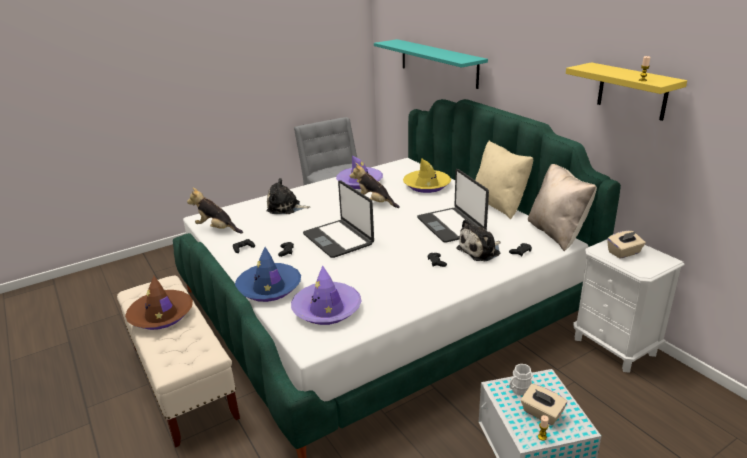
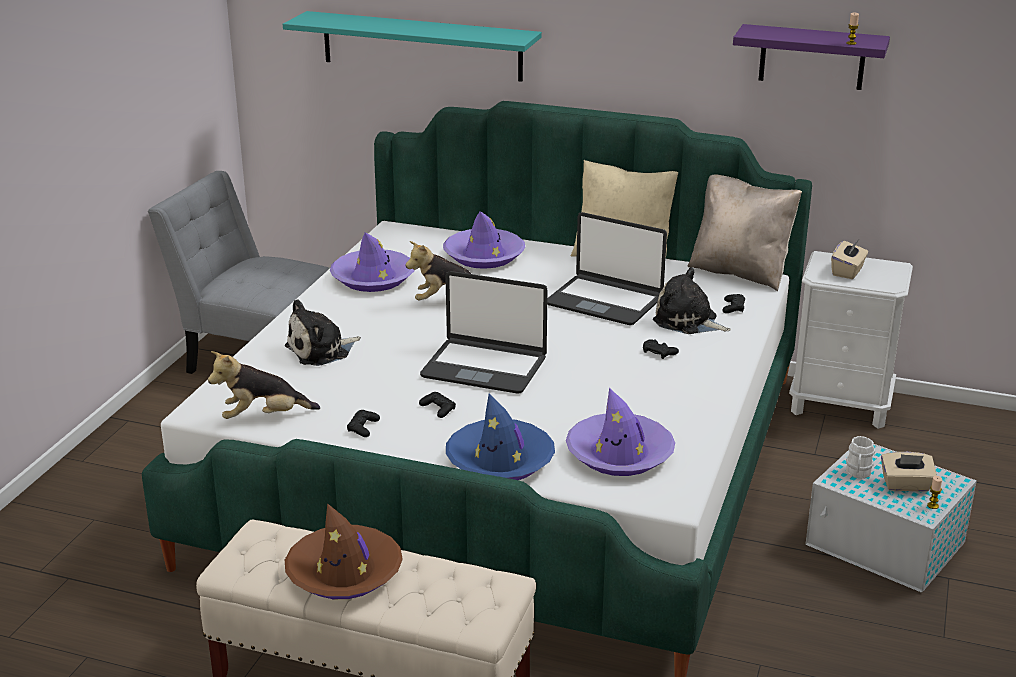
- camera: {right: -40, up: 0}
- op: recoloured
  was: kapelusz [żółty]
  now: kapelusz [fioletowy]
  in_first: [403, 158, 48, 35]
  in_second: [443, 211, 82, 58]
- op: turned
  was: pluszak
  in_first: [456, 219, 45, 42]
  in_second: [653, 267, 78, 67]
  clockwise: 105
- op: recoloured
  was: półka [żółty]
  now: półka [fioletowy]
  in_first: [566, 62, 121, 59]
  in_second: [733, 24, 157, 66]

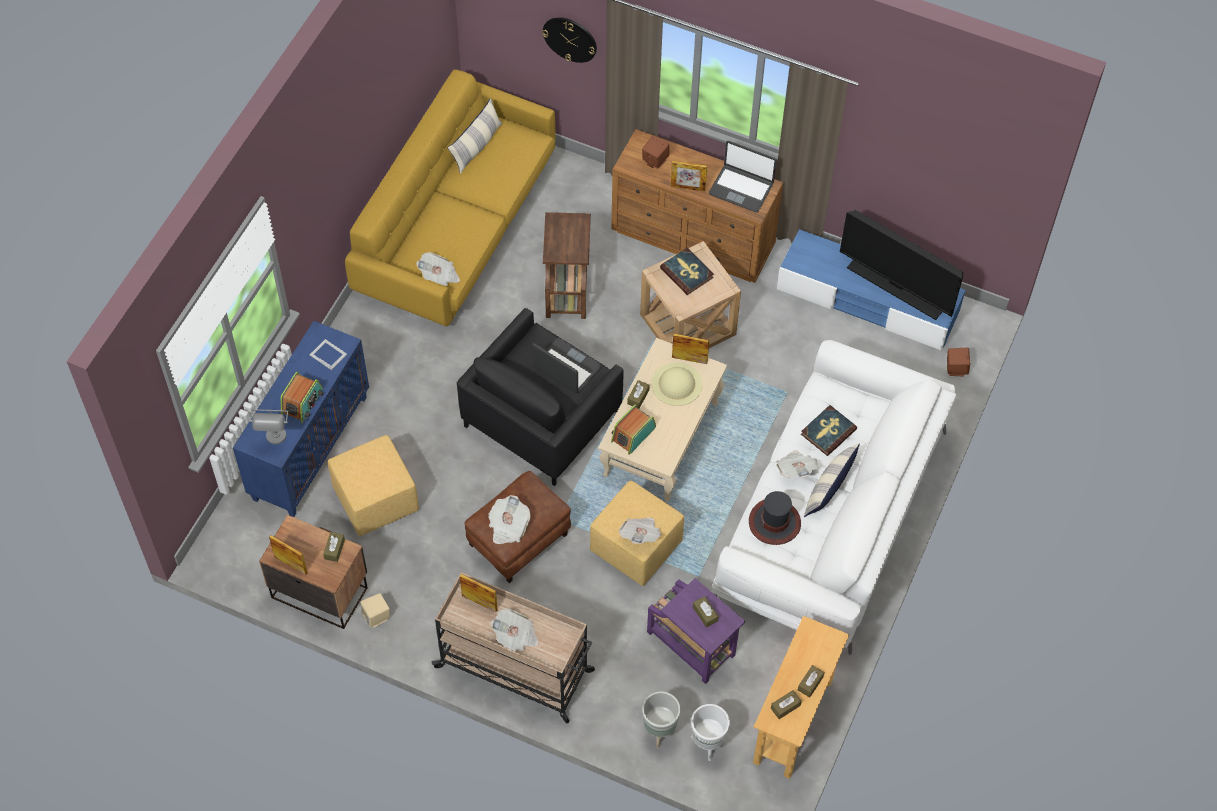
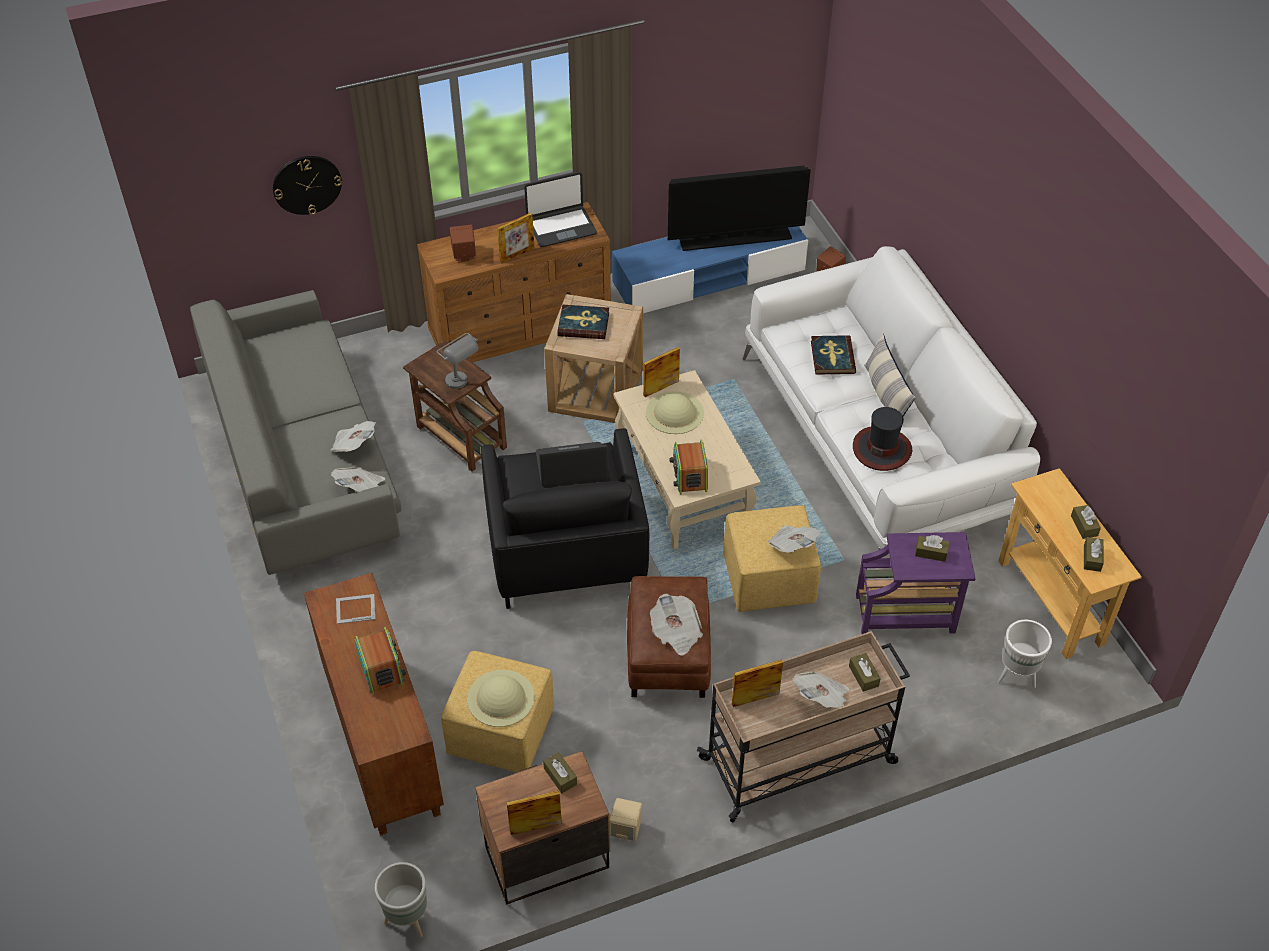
- camera: {right: -45, up: -10}
- op: recoloured
  was: kanapa [żółty]
  now: kanapa [szary]
  in_first: [345, 69, 211, 257]
  in_second: [190, 290, 211, 285]
- op: recoloured
  was: szafka [niebieski]
  now: szafka [brązowy]
  in_first: [233, 321, 136, 196]
  in_second: [304, 573, 140, 262]
- op: moved
  was: gazeta
  in_first: [776, 450, 42, 28]
  in_second: [330, 421, 46, 31]
- op: moved
  was: donica [szary]
  in_first: [642, 691, 39, 57]
  in_second: [374, 862, 53, 76]
- op: moved
  was: lampa stołowa [szary]
  in_first: [249, 409, 39, 35]
  in_second: [437, 333, 42, 56]
- op: added
  now: kapelusz [beżowy]
  in_second: [467, 670, 68, 57]
- op: moved
  was: pudełko chusteczek [brązowy]
  in_first: [627, 380, 23, 29]
  in_second: [849, 653, 32, 39]
- op: removed
  was: poduszka
  in_first: [448, 98, 55, 76]

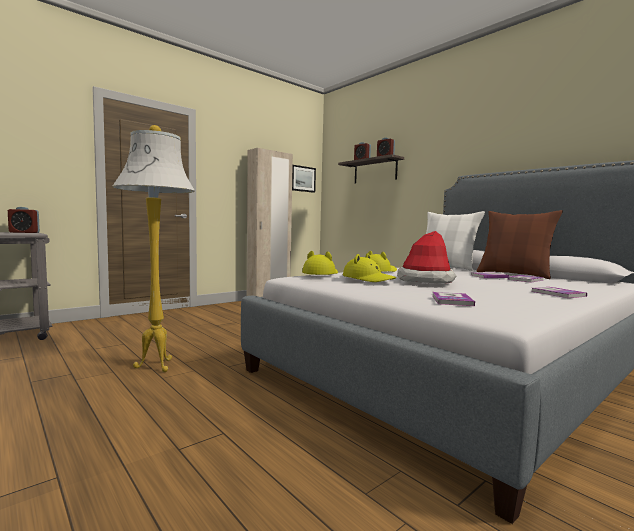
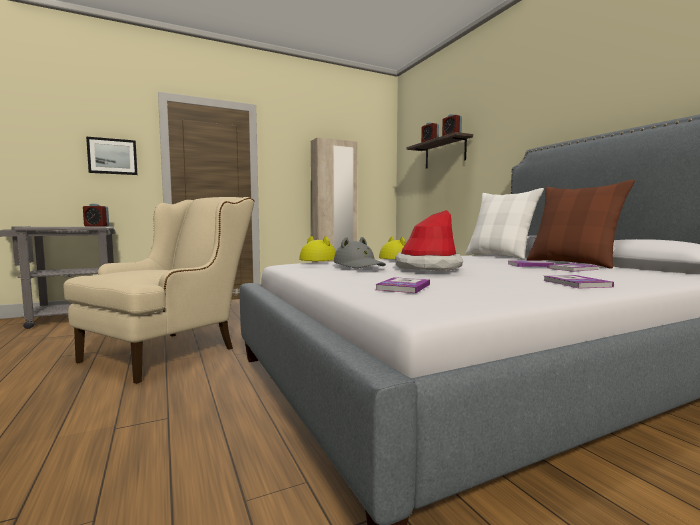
- camera: {right: 15, up: 0}
- op: replaced
  was: lampa stojąca [biały]
  now: fotel [beżowy]
  in_first: [112, 125, 83, 247]
  in_second: [64, 197, 190, 187]
- op: moved
  was: obraz
  in_first: [292, 165, 24, 28]
  in_second: [86, 136, 51, 39]
- op: recoloured
  was: kapelusz [żółty]
  now: kapelusz [szary]
  in_first: [343, 253, 53, 29]
  in_second: [334, 237, 52, 31]

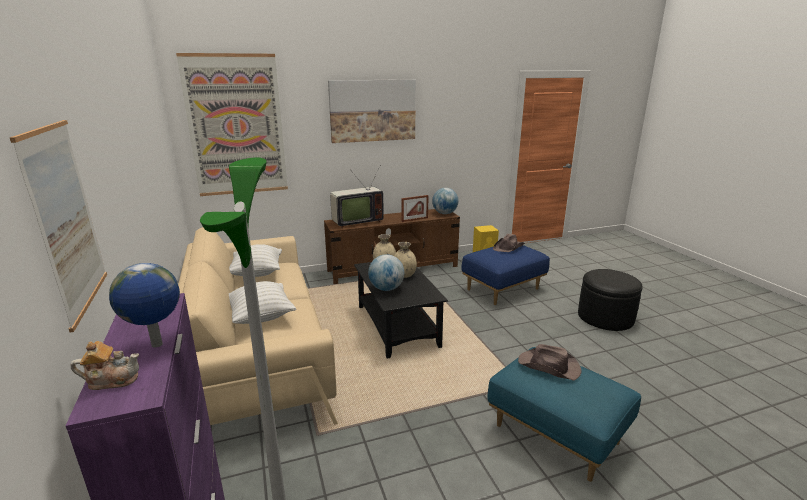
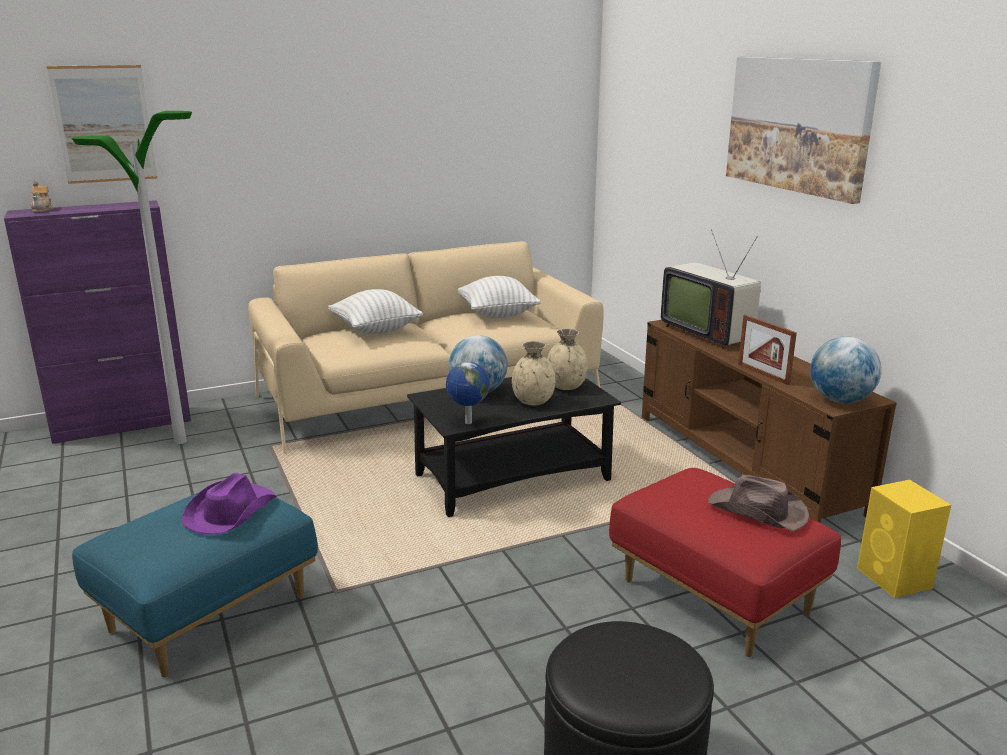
- camera: {right: 85, up: 0}
- op: recoloured
  was: kapelusz [brązowy]
  now: kapelusz [fioletowy]
  in_first: [518, 344, 64, 37]
  in_second: [182, 473, 95, 62]
- op: moved
  was: globus
  in_first: [109, 263, 71, 84]
  in_second: [446, 362, 44, 62]
- op: recoloured
  was: pufa [niebieski]
  now: pufa [czerwony]
  in_first: [461, 245, 89, 60]
  in_second: [609, 468, 232, 189]
- op: removed
  was: obraz
  in_first: [176, 53, 112, 143]

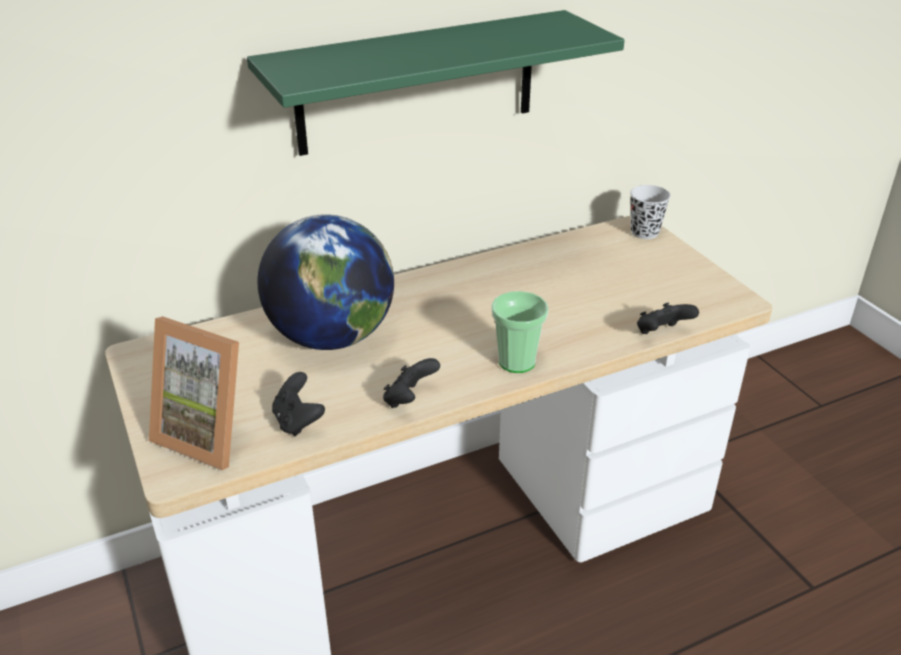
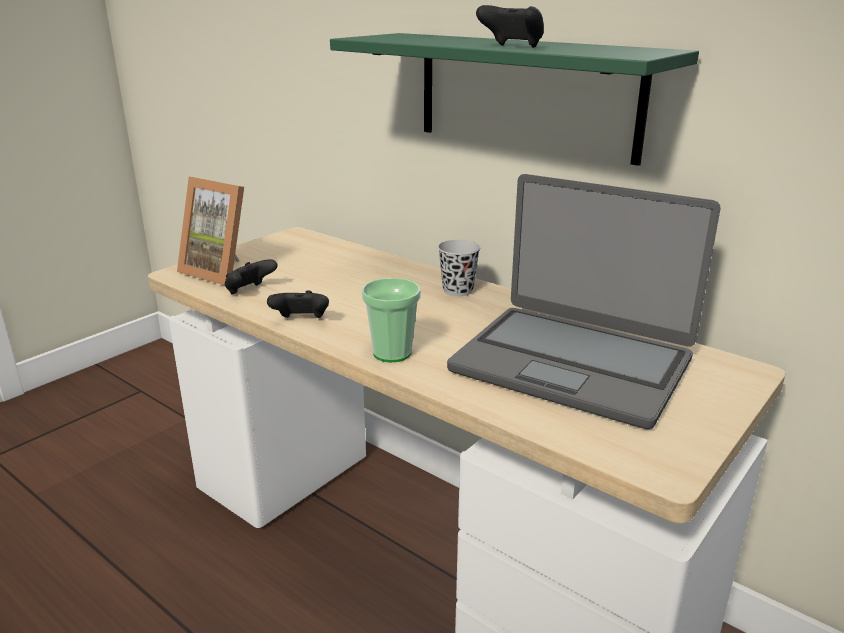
- camera: {right: 65, up: -10}
- op: turned
  was: ramka na zdjęcie
  in_first: [149, 316, 90, 155]
  in_second: [177, 177, 67, 109]
  clockwise: -60
- op: moved
  was: filiżanka [czarny]
  in_first: [630, 185, 41, 54]
  in_second: [438, 240, 43, 56]
- op: added
  now: laptop
  in_second: [447, 174, 273, 255]
- op: moved
  was: pad do gier [czarny]
  in_first: [637, 303, 62, 31]
  in_second: [476, 5, 68, 43]
- op: removed
  was: globus
  in_first: [257, 214, 137, 136]

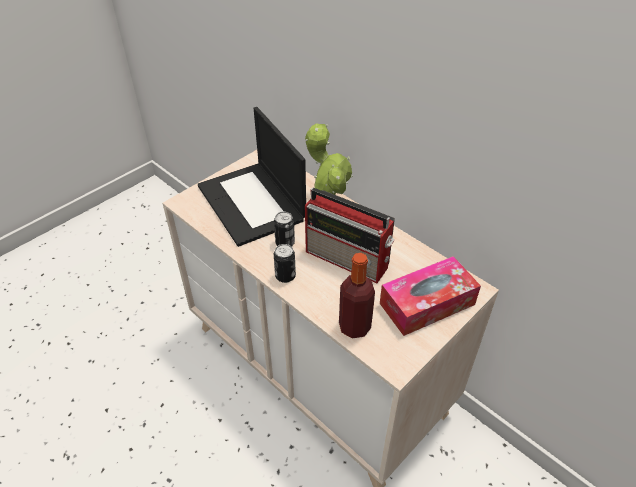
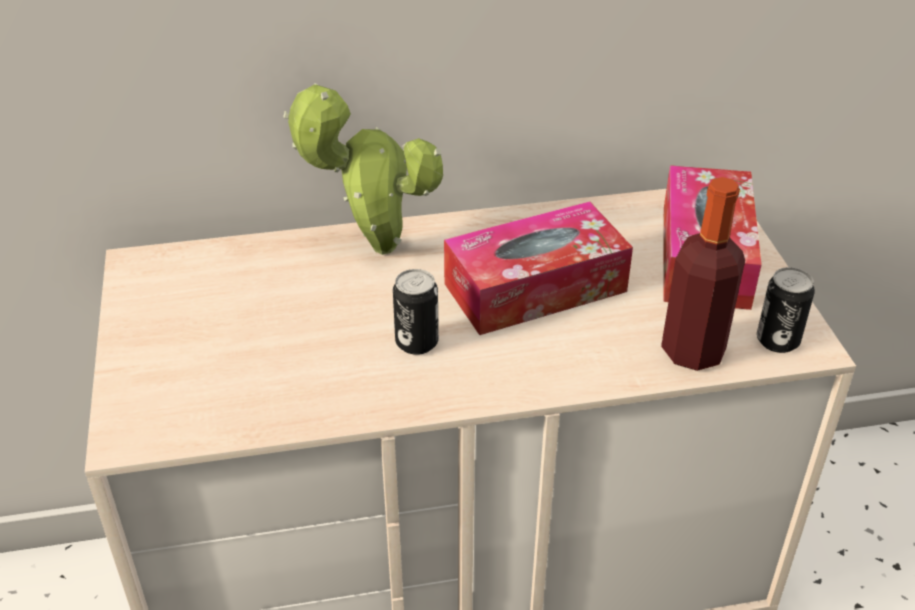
- camera: {right: -55, up: -5}
- op: replaced
  was: radio
  now: pudełko chusteczek
  in_first: [305, 188, 90, 95]
  in_second: [444, 201, 189, 134]
- op: moved
  was: puszka
  in_first: [274, 244, 22, 39]
  in_second: [757, 267, 58, 86]
- op: removed
  was: laptop
  in_first: [198, 107, 108, 140]

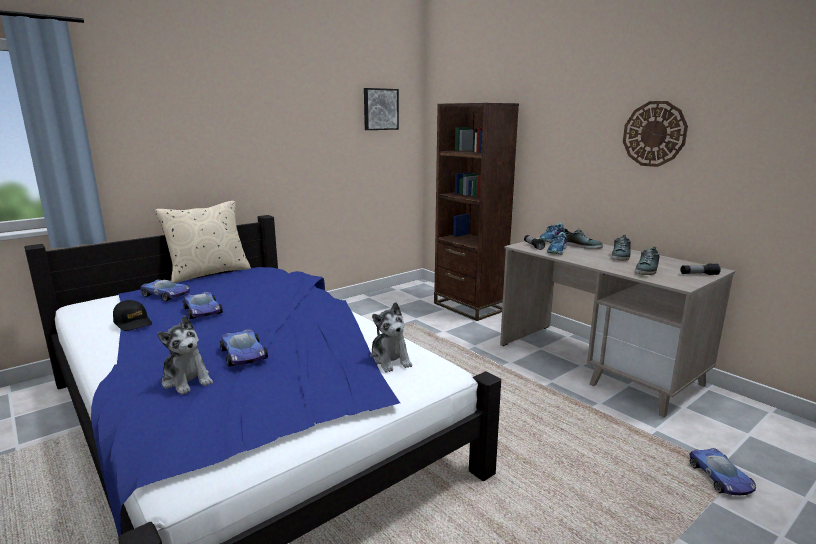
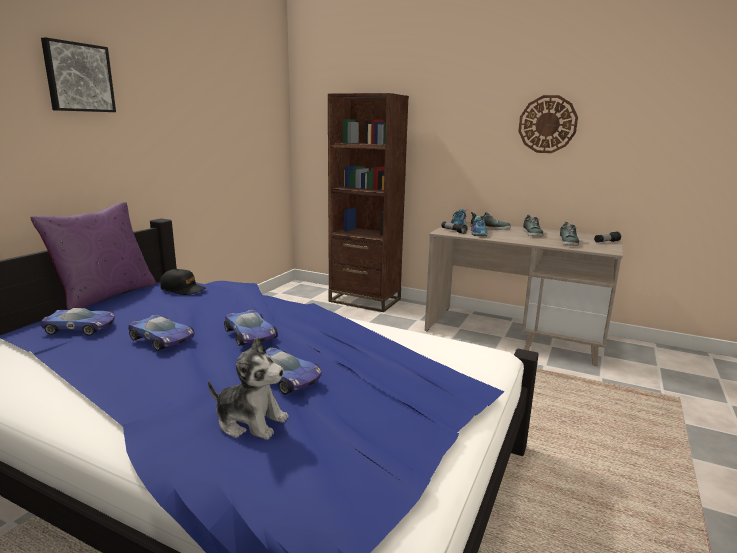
- camera: {right: -25, up: 0}
- op: recoloured
  was: poduszka [beżowy]
  now: poduszka [fioletowy]
  in_first: [155, 201, 96, 82]
  in_second: [30, 202, 126, 108]
- op: moved
  was: obraz
  in_first: [364, 88, 35, 42]
  in_second: [41, 37, 75, 75]
- op: moved
  was: czapka z daszkiem [czarny]
  in_first: [113, 300, 39, 31]
  in_second: [160, 269, 46, 26]
- op: moved
  was: samochodzik
  in_first: [689, 448, 67, 47]
  in_second: [224, 309, 54, 37]
- op: removed
  was: pluszak
  in_first: [370, 302, 42, 71]

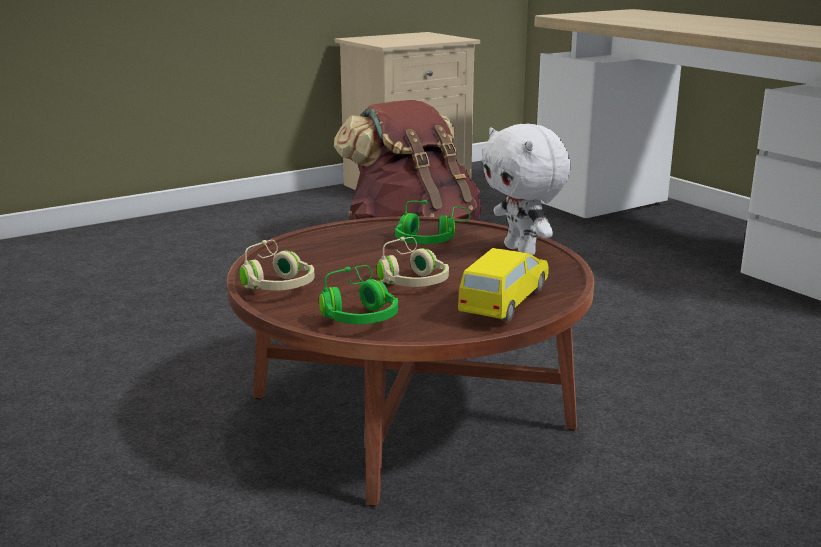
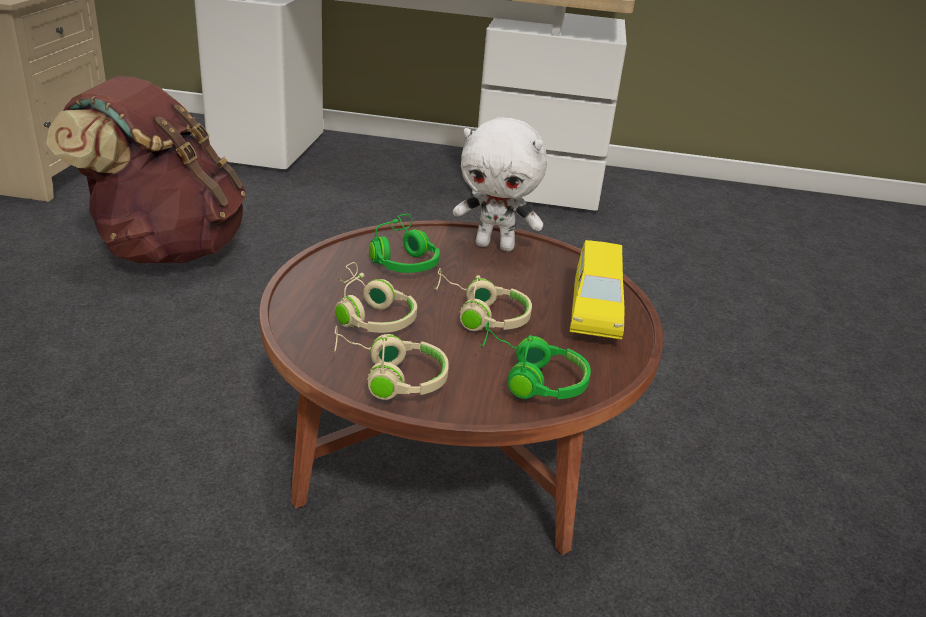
- camera: {right: -50, up: 10}
- op: added
  now: słuchawki [beżowy]
  in_second: [335, 262, 82, 71]
- op: turned
  was: samochodzik [żółty]
  in_first: [458, 248, 91, 73]
  in_second: [570, 240, 55, 100]
  clockwise: -150

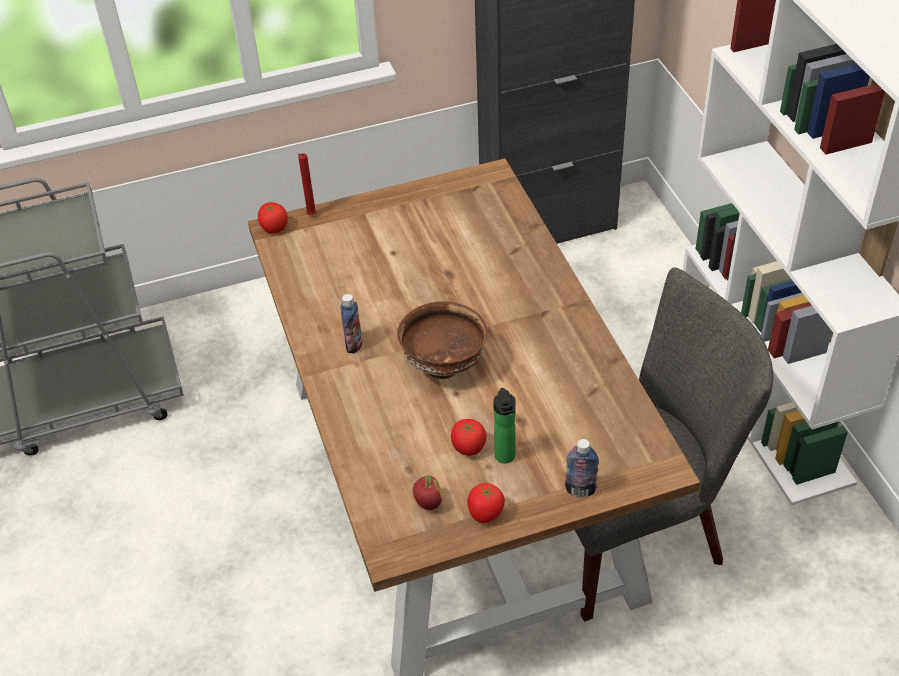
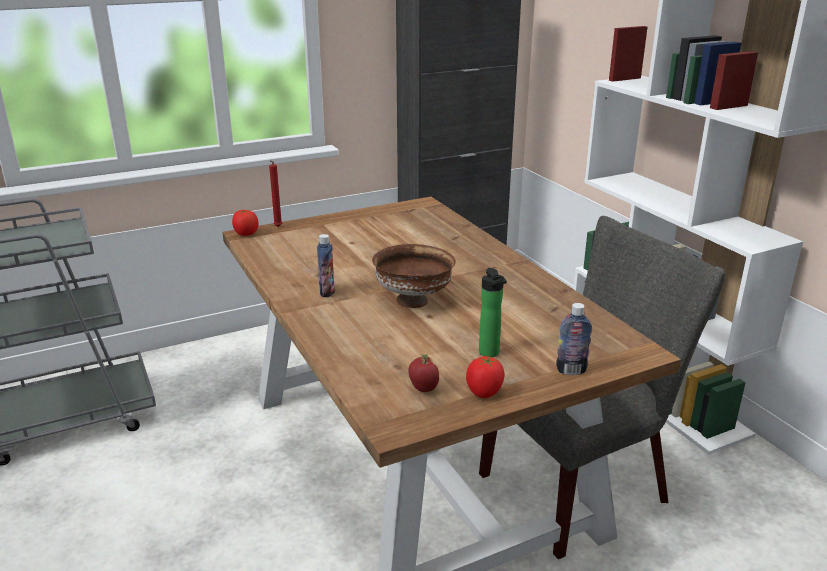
- camera: {right: -10, up: -20}
- op: removed
  was: pomidor
  in_first: [451, 419, 35, 37]

